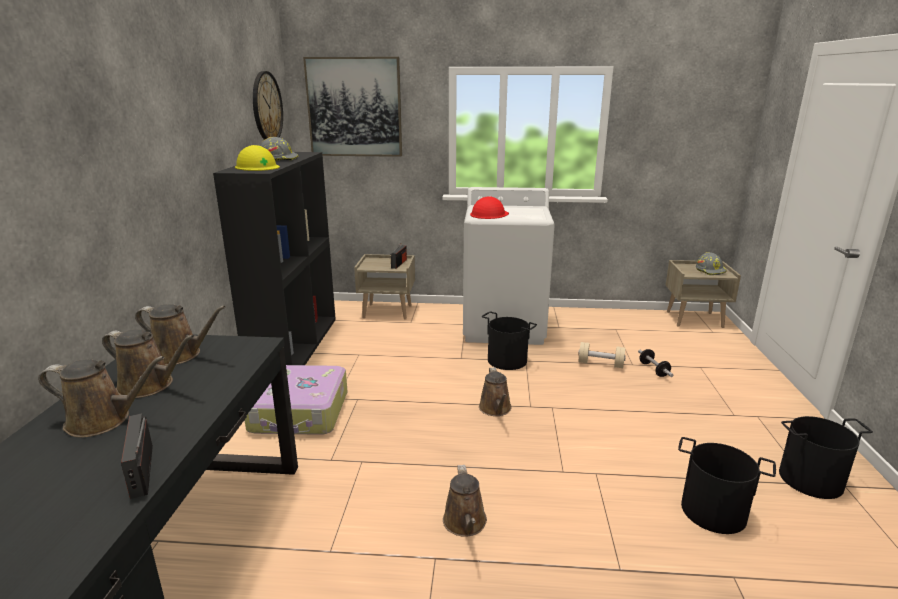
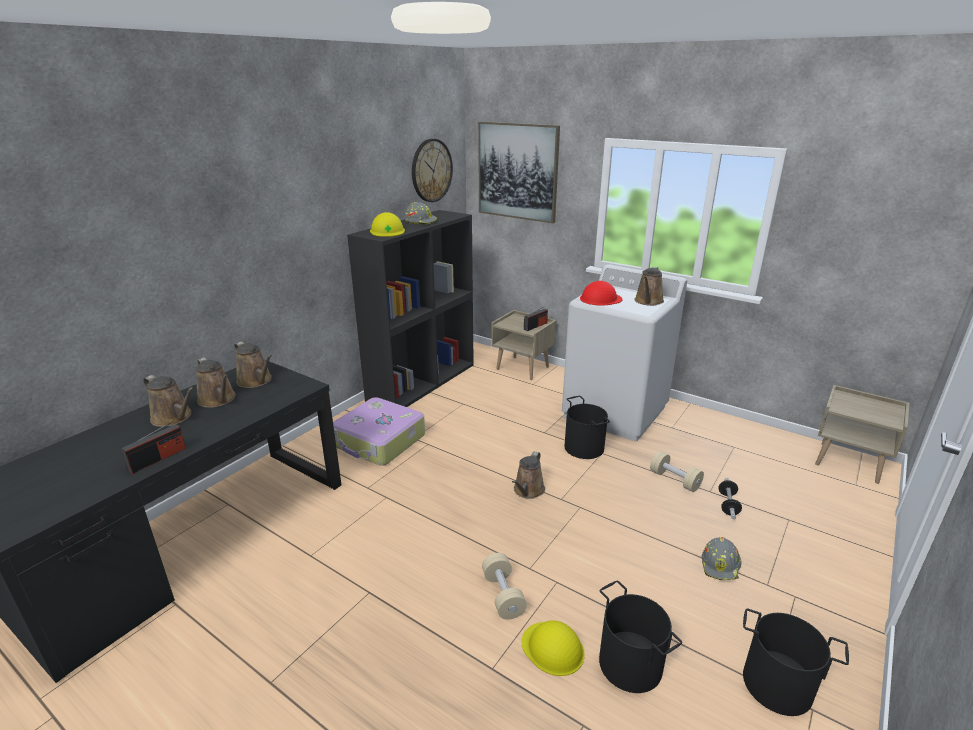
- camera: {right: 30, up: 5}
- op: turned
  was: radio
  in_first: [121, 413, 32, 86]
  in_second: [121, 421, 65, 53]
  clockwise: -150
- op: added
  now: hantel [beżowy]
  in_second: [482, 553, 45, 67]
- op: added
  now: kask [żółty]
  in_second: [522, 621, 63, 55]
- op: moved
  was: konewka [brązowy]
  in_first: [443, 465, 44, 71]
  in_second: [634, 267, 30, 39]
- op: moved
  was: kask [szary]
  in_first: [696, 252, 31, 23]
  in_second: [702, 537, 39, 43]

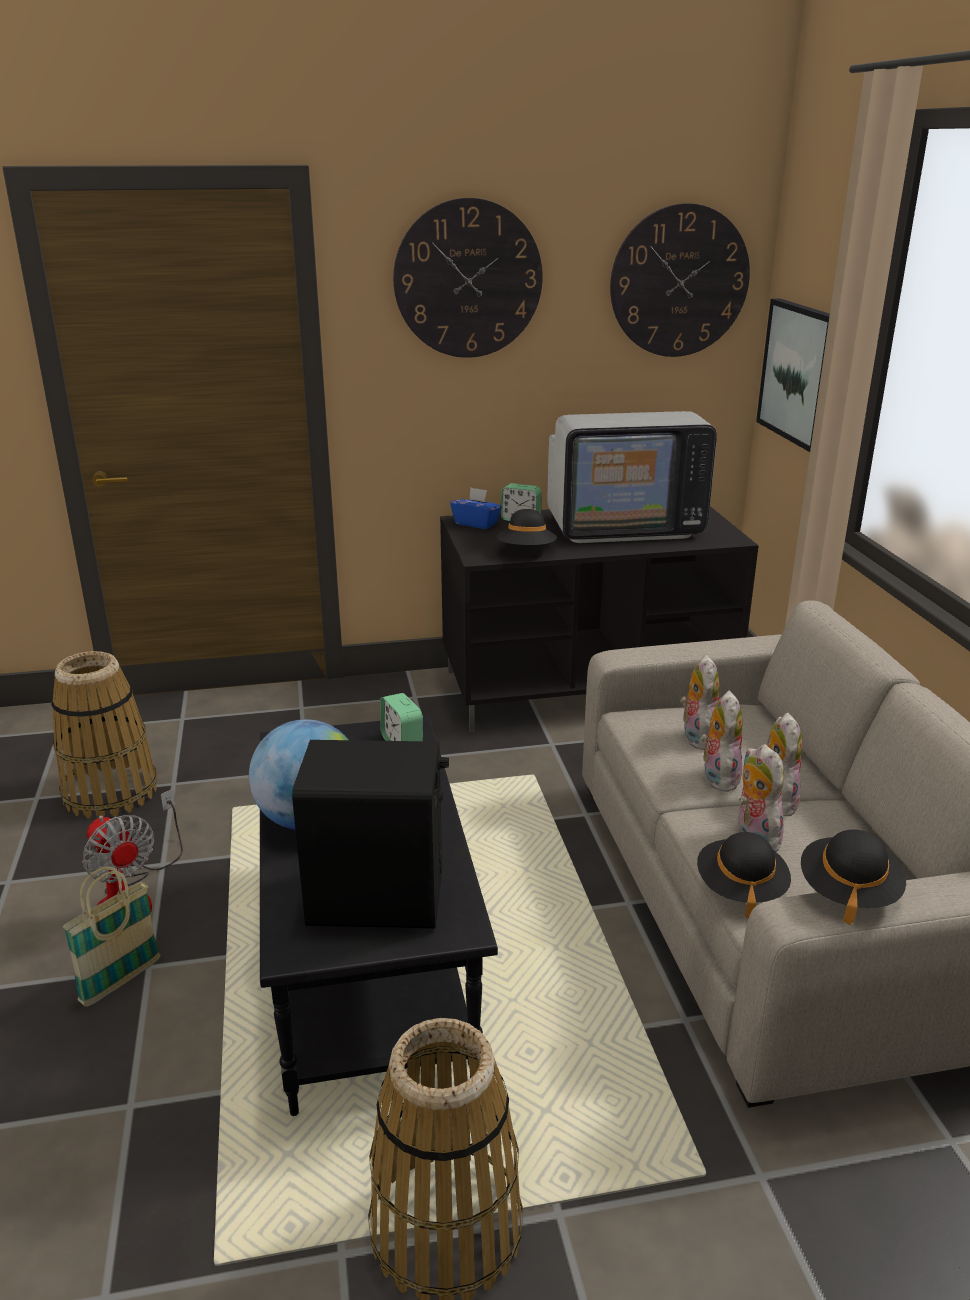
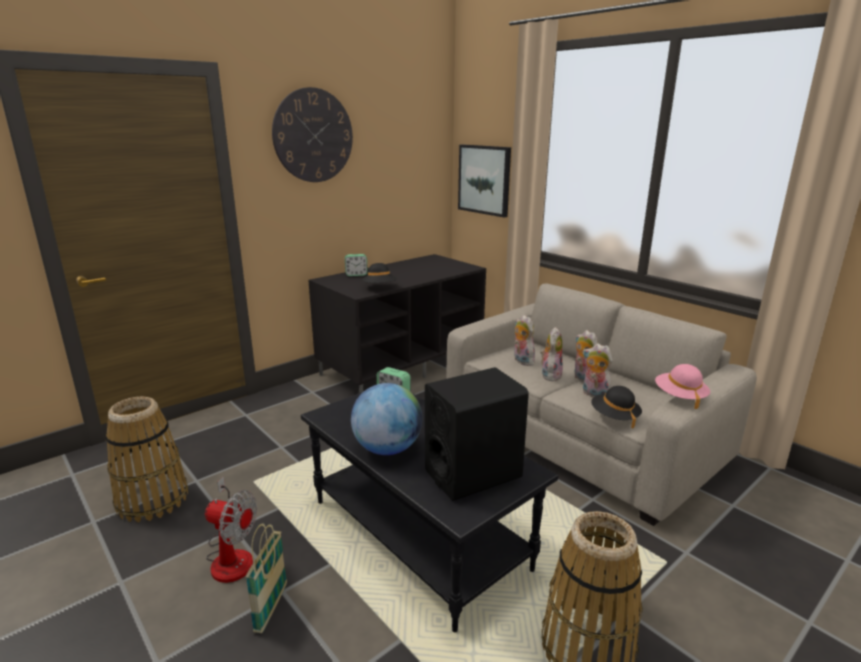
- camera: {right: -30, up: -5}
- op: turned
  was: pluszak
  in_first: [701, 691, 41, 101]
  in_second: [540, 327, 23, 54]
  clockwise: 45
- op: recoloured
  was: kapelusz [czarny]
  now: kapelusz [różowy]
  in_first: [801, 829, 105, 96]
  in_second: [655, 364, 55, 45]
- op: removed
  was: pudełko chusteczek [niebieski]
  in_first: [450, 488, 52, 41]
- op: removed
  was: telewizor
  in_first: [547, 411, 170, 132]
- op: removed
  was: zegar ścienny
  in_first: [610, 203, 140, 154]

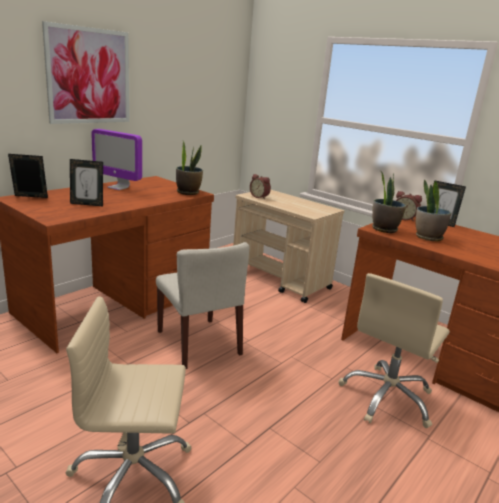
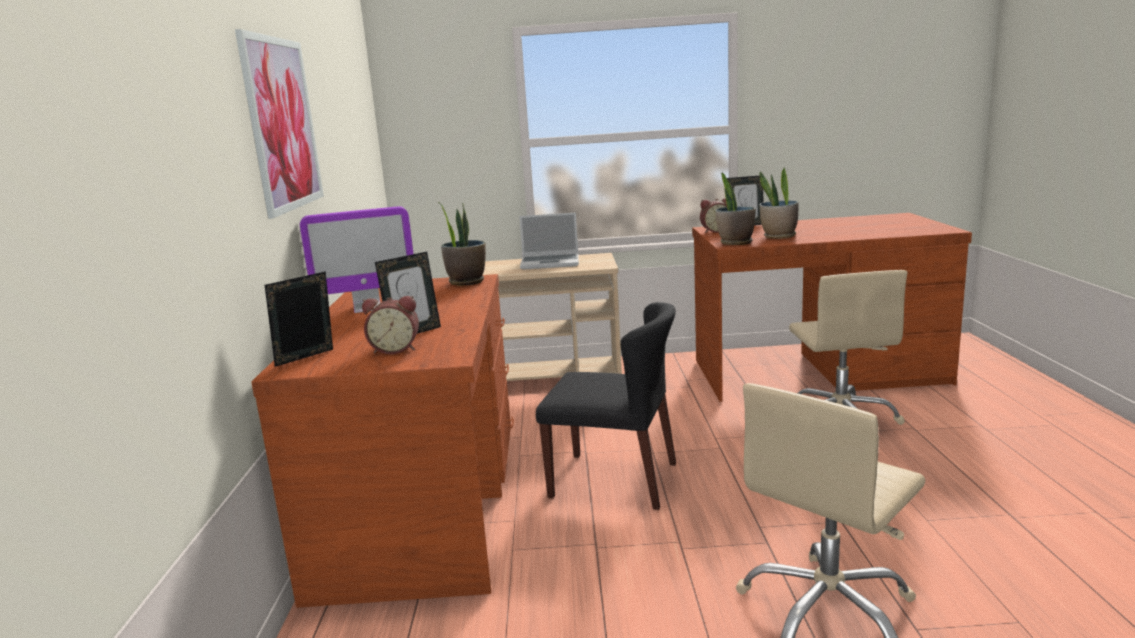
- camera: {right: -40, up: -5}
- op: moved
  was: budzik
  in_first: [250, 174, 21, 25]
  in_second: [362, 296, 57, 58]
- op: added
  now: laptop
  in_second: [519, 213, 60, 57]
- op: recoloured
  was: krzesło [beżowy]
  now: krzesło [czarny]
  in_first: [156, 242, 93, 127]
  in_second: [536, 302, 140, 208]

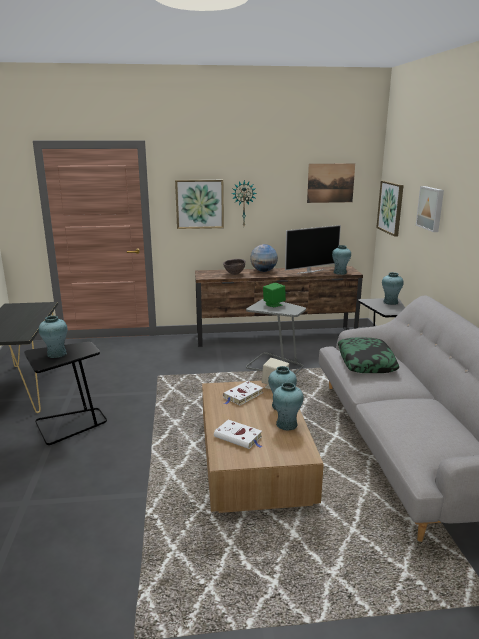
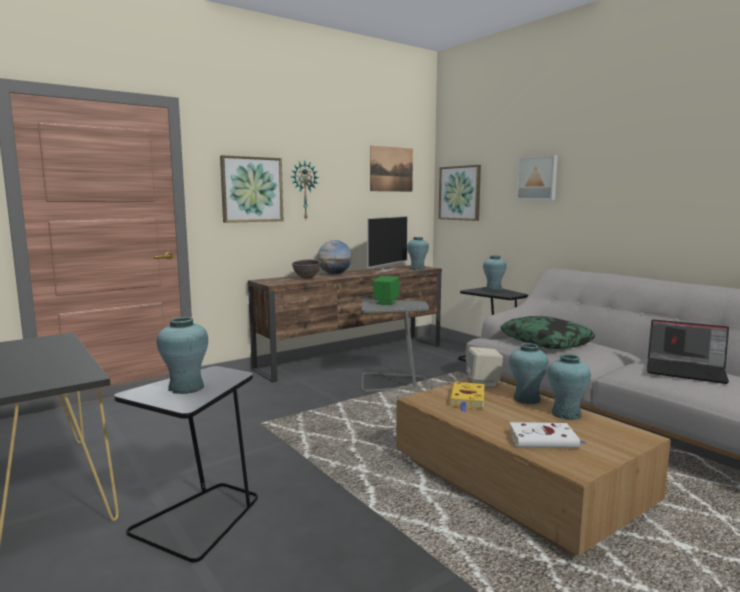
- camera: {right: -30, up: -10}
- op: recoloured
  was: książka [biały]
  now: książka [żółty]
  in_first: [223, 381, 40, 24]
  in_second: [449, 382, 36, 30]
- op: added
  now: laptop
  in_second: [646, 319, 83, 65]

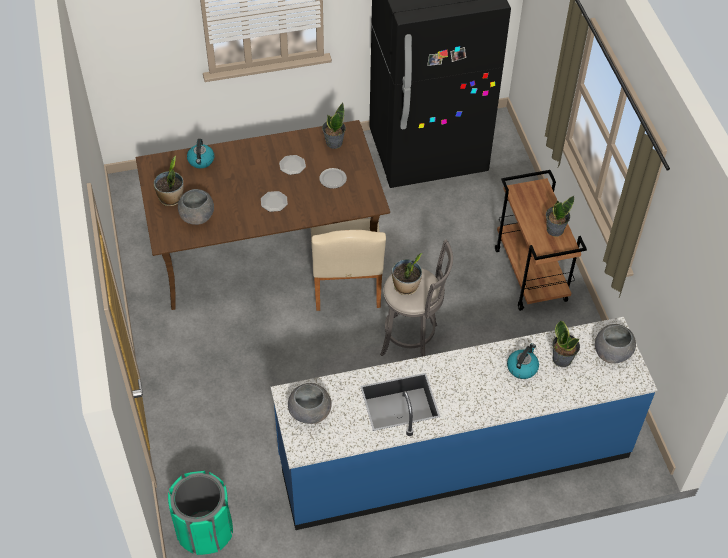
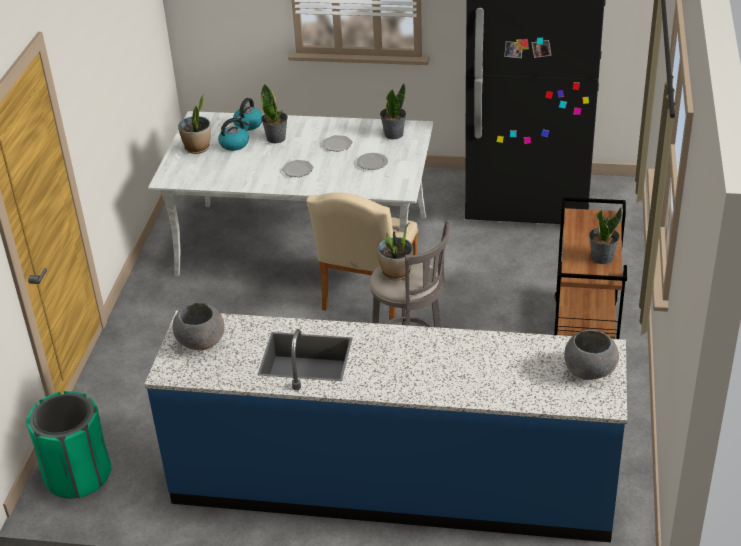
- camera: {right: 25, up: -15}
- op: recoloured
  was: stół jadalny [brązowy]
  now: stół jadalny [biały]
  in_first: [136, 120, 254, 190]
  in_second: [148, 111, 285, 165]
- op: moved
  was: czajnik
  in_first: [507, 343, 32, 36]
  in_second: [218, 118, 32, 33]
- op: moved
  was: roślina doniczkowa
  in_first: [552, 320, 28, 47]
  in_second: [261, 84, 27, 59]
- op: removed
  was: miska [szary]
  in_first: [178, 189, 36, 36]

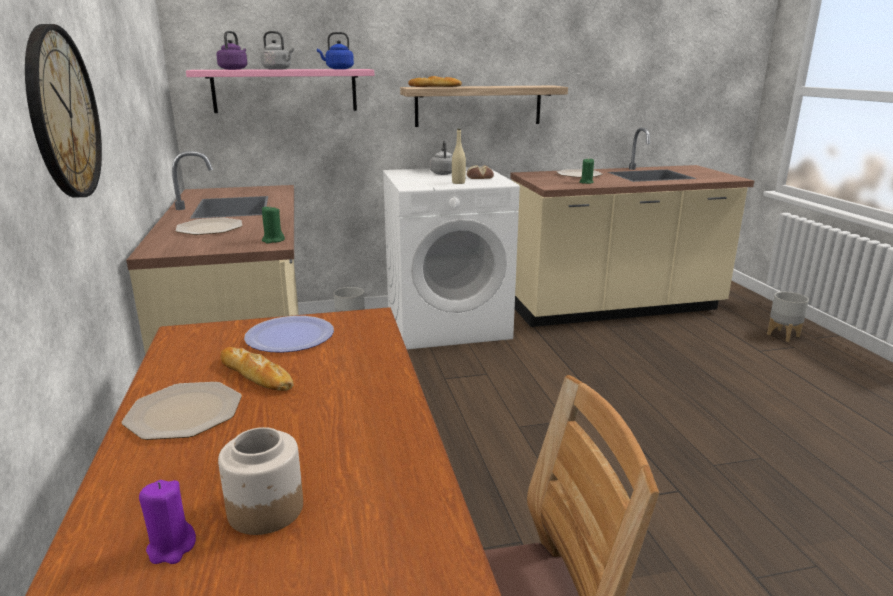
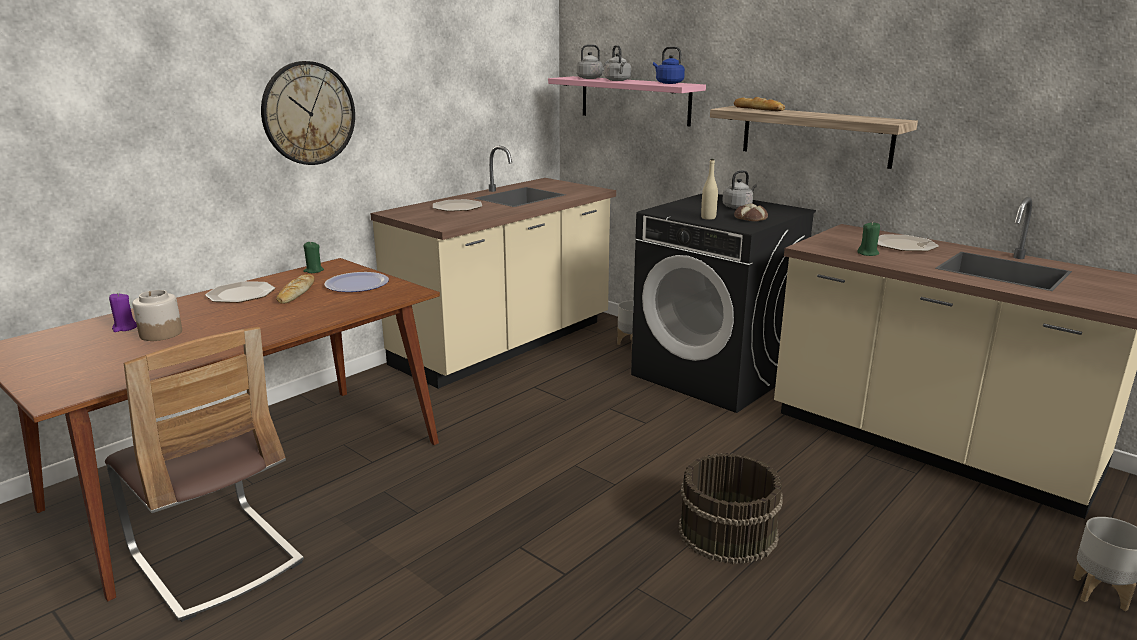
- camera: {right: 55, up: 0}
- op: moved
  was: świeca [zielony]
  in_first: [262, 205, 23, 39]
  in_second: [303, 241, 21, 32]
- op: recoloured
  was: czajnik [fioletowy]
  now: czajnik [szary]
  in_first: [216, 31, 31, 39]
  in_second: [577, 44, 32, 35]
- op: recoloured
  was: pralka [biały]
  now: pralka [czarny]
  in_first: [383, 166, 137, 183]
  in_second: [631, 194, 185, 219]
- op: added
  now: wiadro [brązowy]
  in_second: [678, 453, 105, 111]

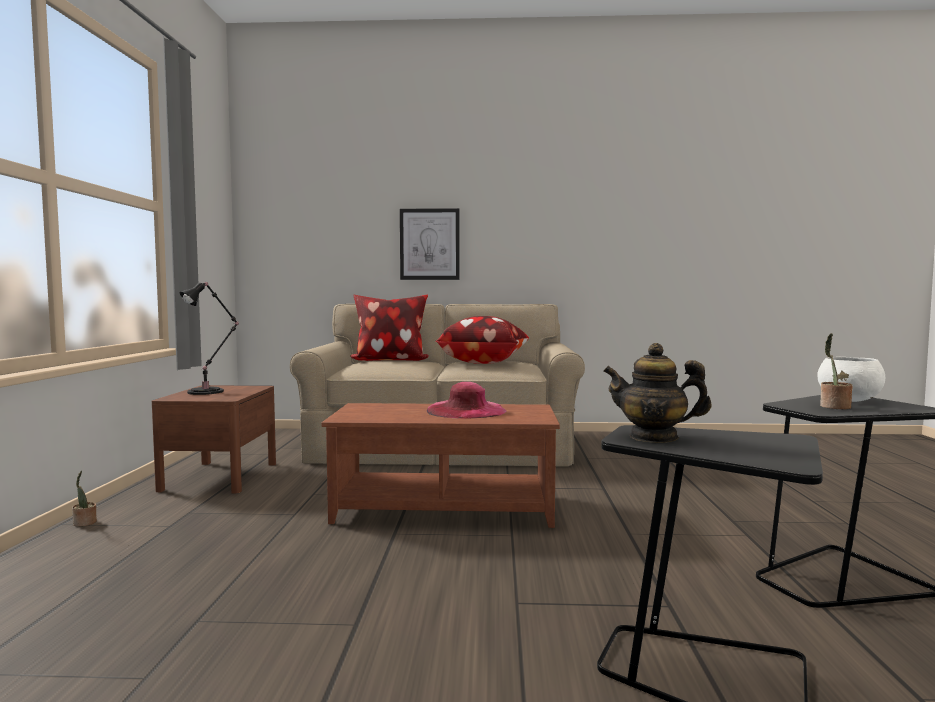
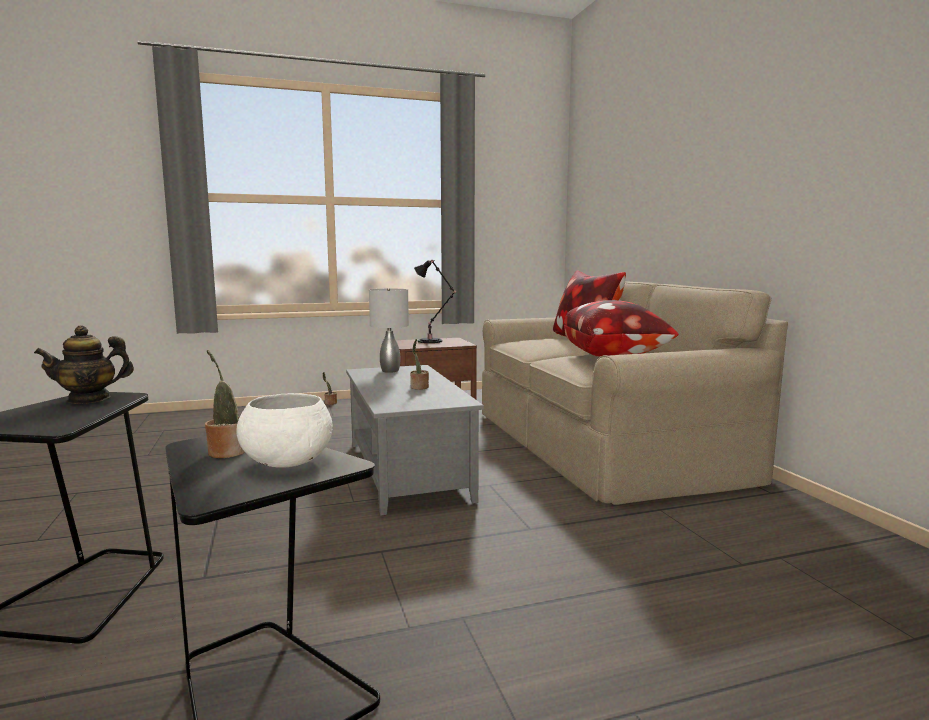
- camera: {right: 70, up: 5}
- op: turned
  was: imbryk
  in_first: [603, 343, 108, 100]
  in_second: [34, 325, 100, 79]
  clockwise: -120
- op: recoloured
  was: ława [brązowy]
  now: ława [szary]
  in_first: [322, 403, 238, 125]
  in_second: [346, 365, 138, 151]
- op: added
  now: lampa stołowa [szary]
  in_second: [369, 288, 40, 85]
- op: replaced
  was: kapelusz [różowy]
  now: roślina doniczkowa
  in_first: [427, 382, 80, 37]
  in_second: [410, 339, 19, 51]
- op: removed
  was: obraz
  in_first: [400, 208, 59, 72]

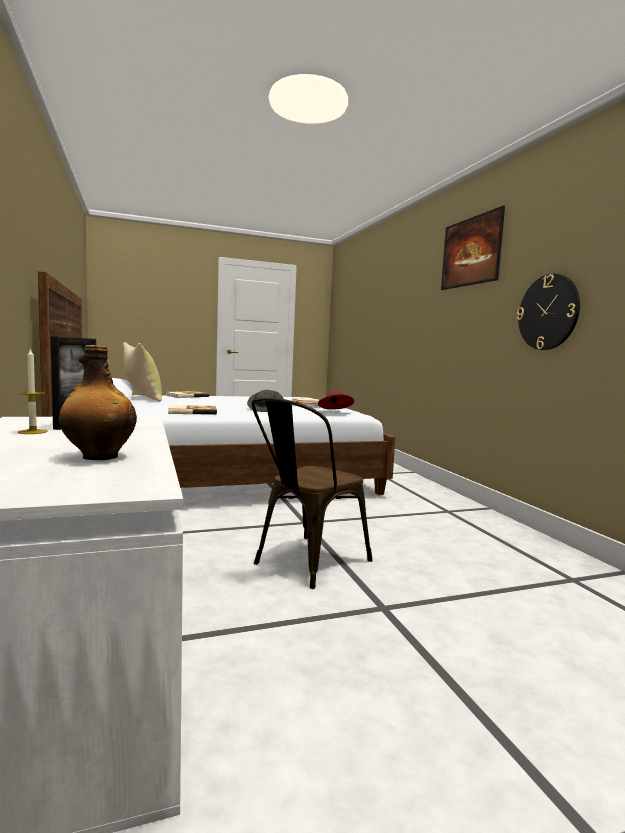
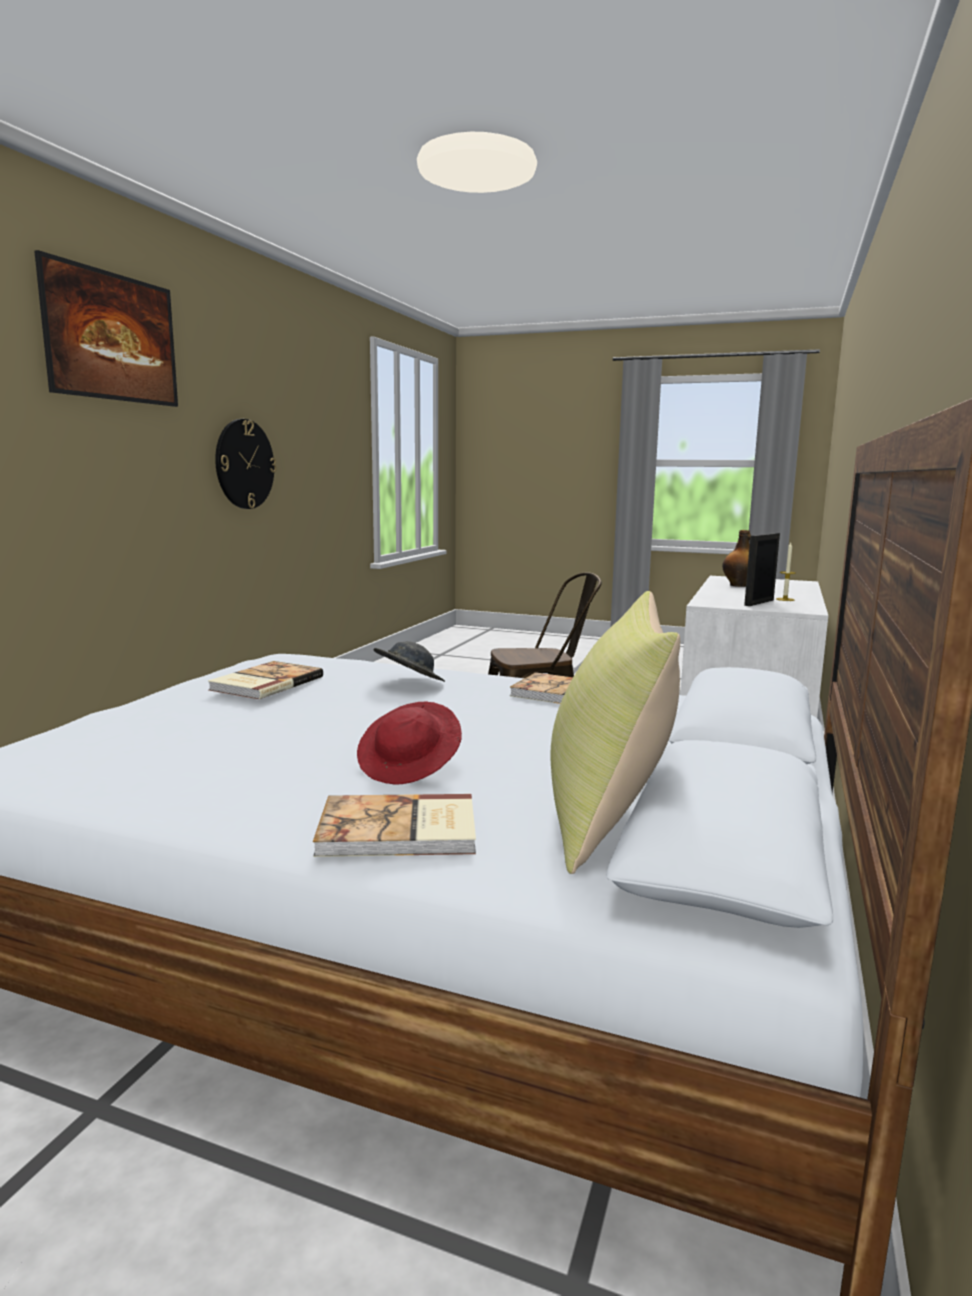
- camera: {right: -140, up: 5}
- op: moved
  was: kapelusz [czerwony]
  in_first: [318, 391, 36, 19]
  in_second: [357, 702, 105, 83]

